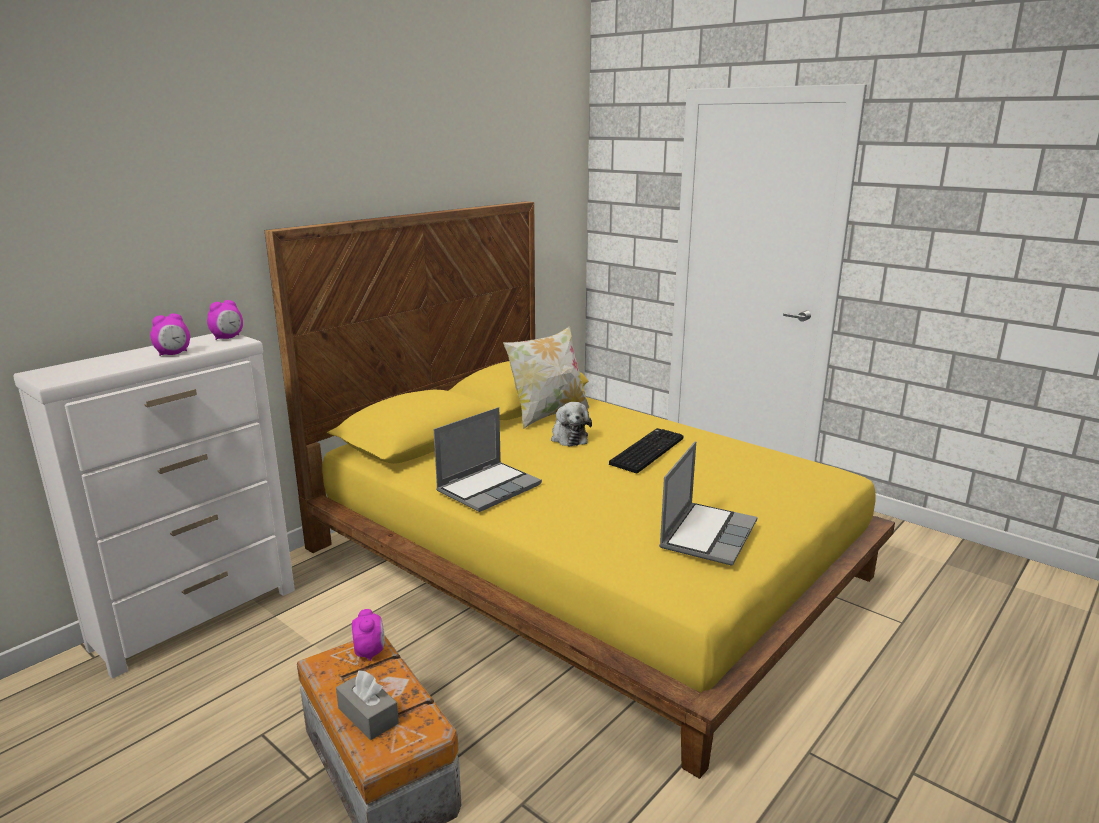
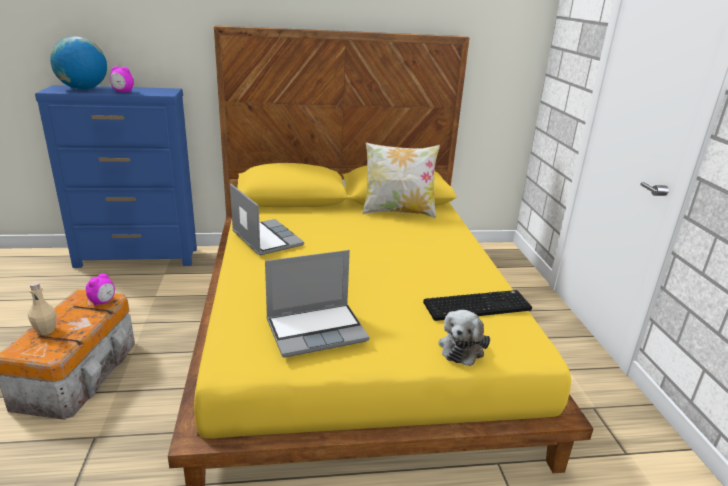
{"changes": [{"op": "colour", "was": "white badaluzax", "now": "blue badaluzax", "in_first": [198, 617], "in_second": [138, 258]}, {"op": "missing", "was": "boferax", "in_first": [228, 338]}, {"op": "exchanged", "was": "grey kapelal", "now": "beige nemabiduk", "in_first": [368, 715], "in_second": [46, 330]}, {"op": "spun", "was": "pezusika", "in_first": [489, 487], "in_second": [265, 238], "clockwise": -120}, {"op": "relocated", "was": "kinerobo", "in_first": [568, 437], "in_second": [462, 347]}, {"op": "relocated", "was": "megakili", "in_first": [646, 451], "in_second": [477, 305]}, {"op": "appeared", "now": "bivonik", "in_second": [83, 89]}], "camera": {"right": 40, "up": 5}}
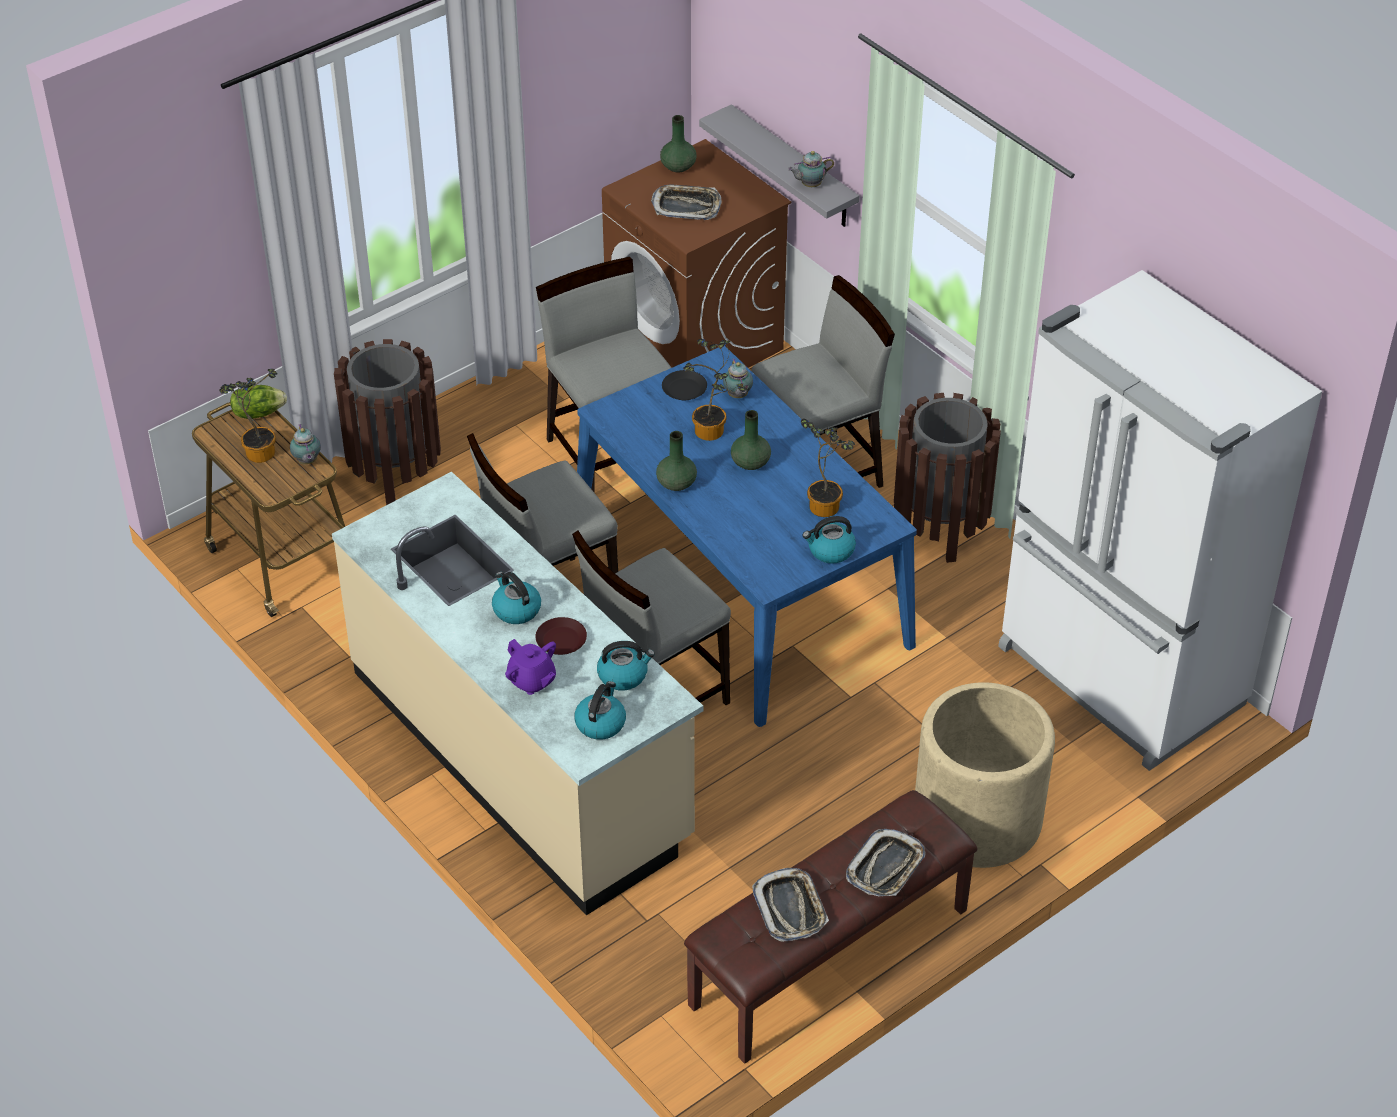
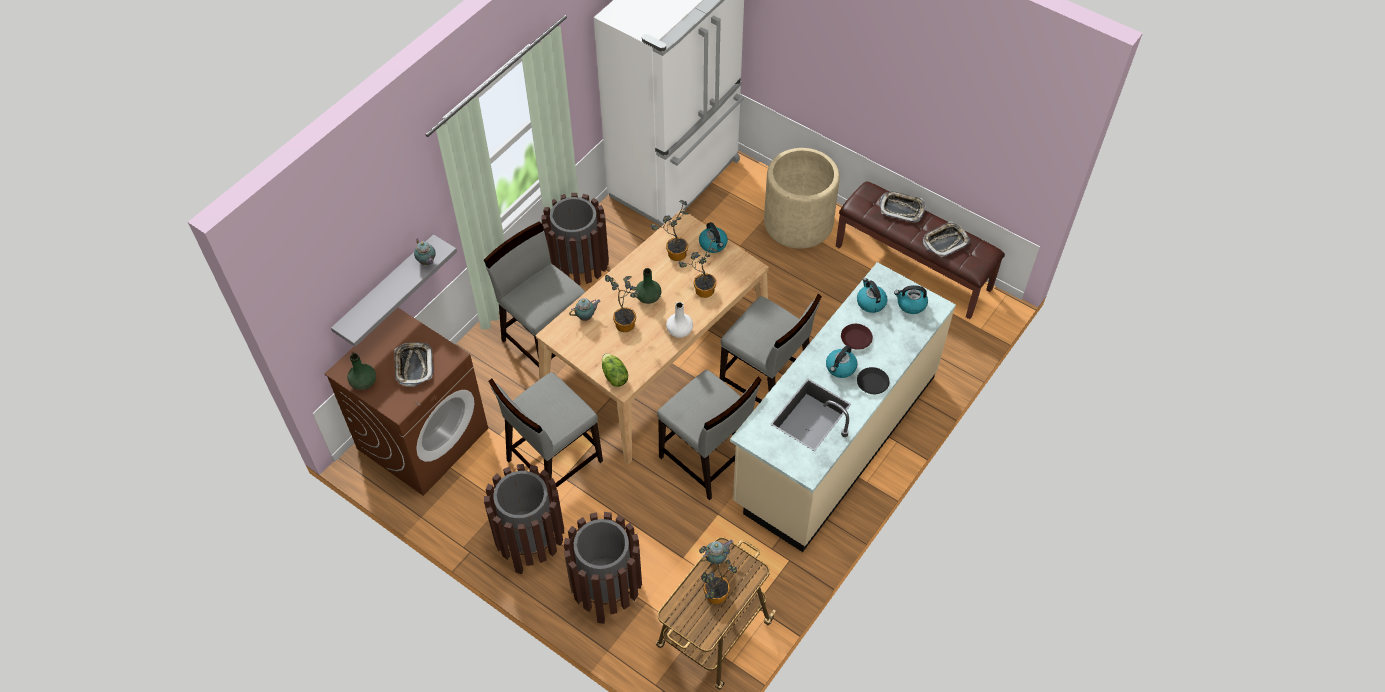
{"changes": [{"op": "relocated", "was": "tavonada", "in_first": [258, 413], "in_second": [614, 376]}, {"op": "missing", "was": "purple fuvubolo", "in_first": [532, 681]}, {"op": "colour", "was": "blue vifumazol", "now": "beige vifumazol", "in_first": [740, 584], "in_second": [656, 361]}, {"op": "colour", "was": "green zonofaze", "now": "white zonofaze", "in_first": [676, 484], "in_second": [680, 330]}, {"op": "relocated", "was": "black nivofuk", "in_first": [684, 389], "in_second": [872, 383]}, {"op": "appeared", "now": "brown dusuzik", "in_second": [531, 542]}, {"op": "appeared", "now": "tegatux", "in_second": [701, 290]}], "camera": {"right": -105, "up": 10}}
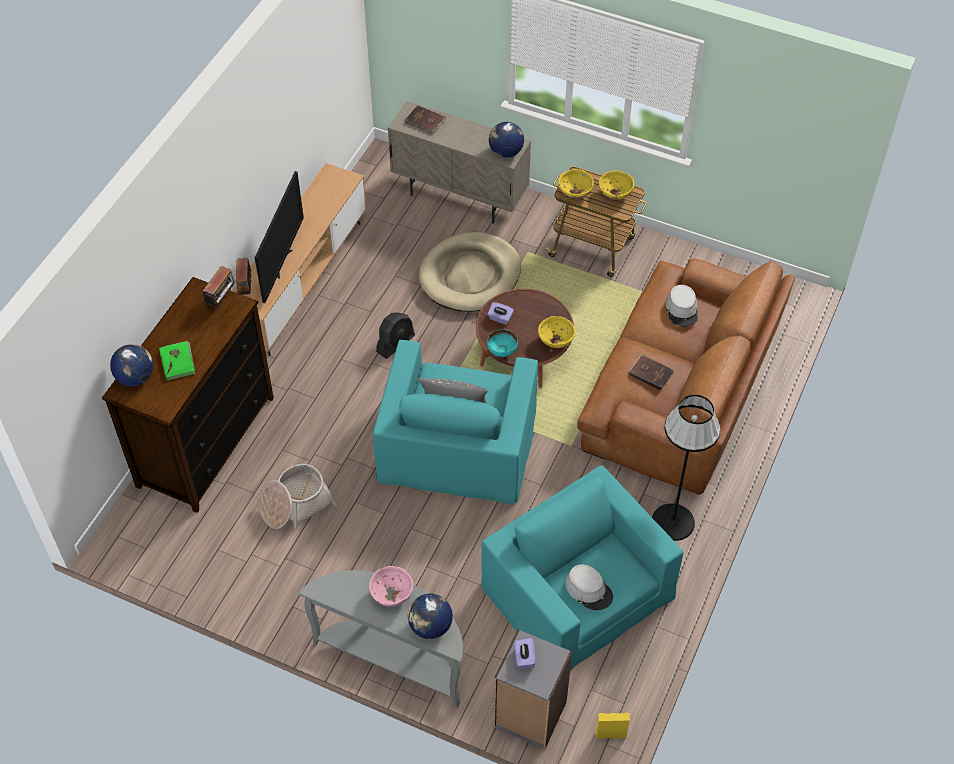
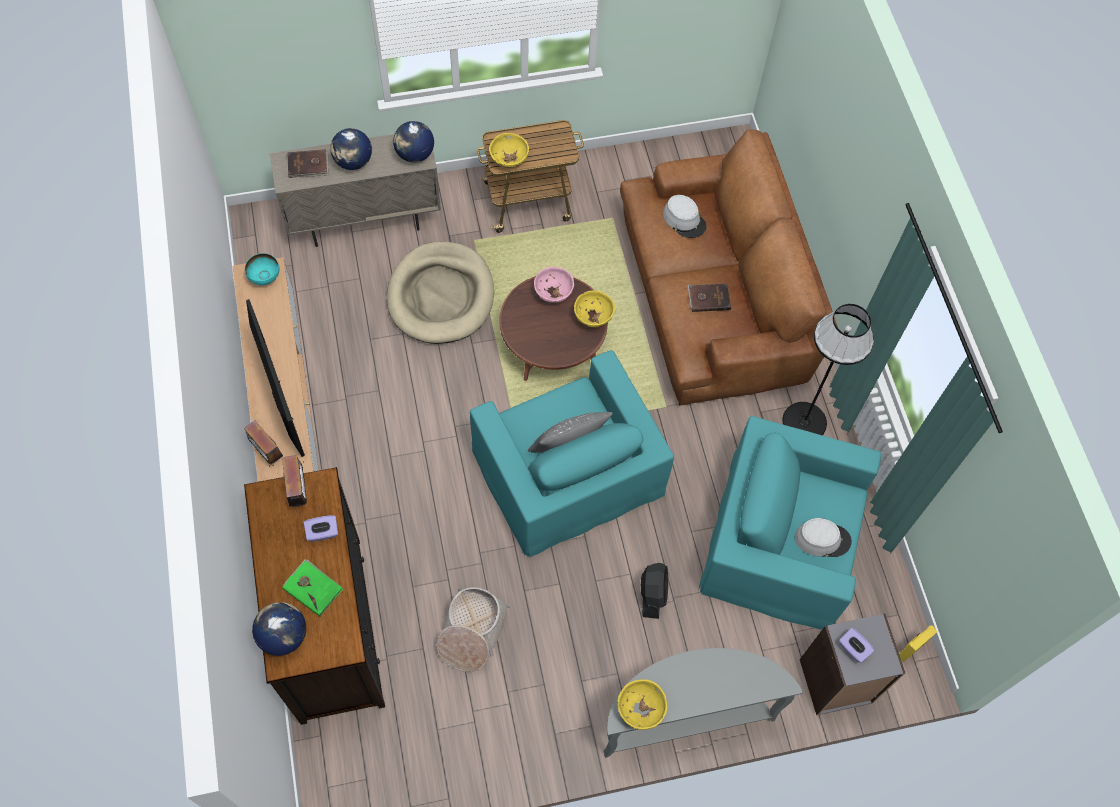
{"changes": [{"op": "relocated", "was": "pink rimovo", "in_first": [392, 595], "in_second": [553, 293]}, {"op": "relocated", "was": "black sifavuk", "in_first": [396, 343], "in_second": [652, 593]}, {"op": "relocated", "was": "bivonik", "in_first": [430, 626], "in_second": [353, 162]}, {"op": "relocated", "was": "purple kapelal", "in_first": [500, 318], "in_second": [323, 533]}, {"op": "relocated", "was": "turquoise rimovo", "in_first": [501, 352], "in_second": [265, 278]}, {"op": "relocated", "was": "yellow rimovo", "in_first": [615, 194], "in_second": [640, 709]}], "camera": {"right": -40, "up": 10}}
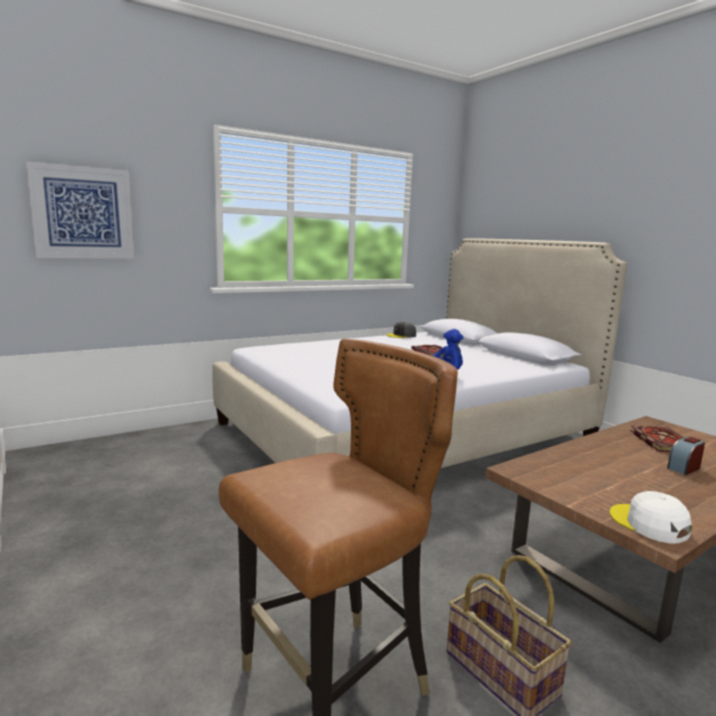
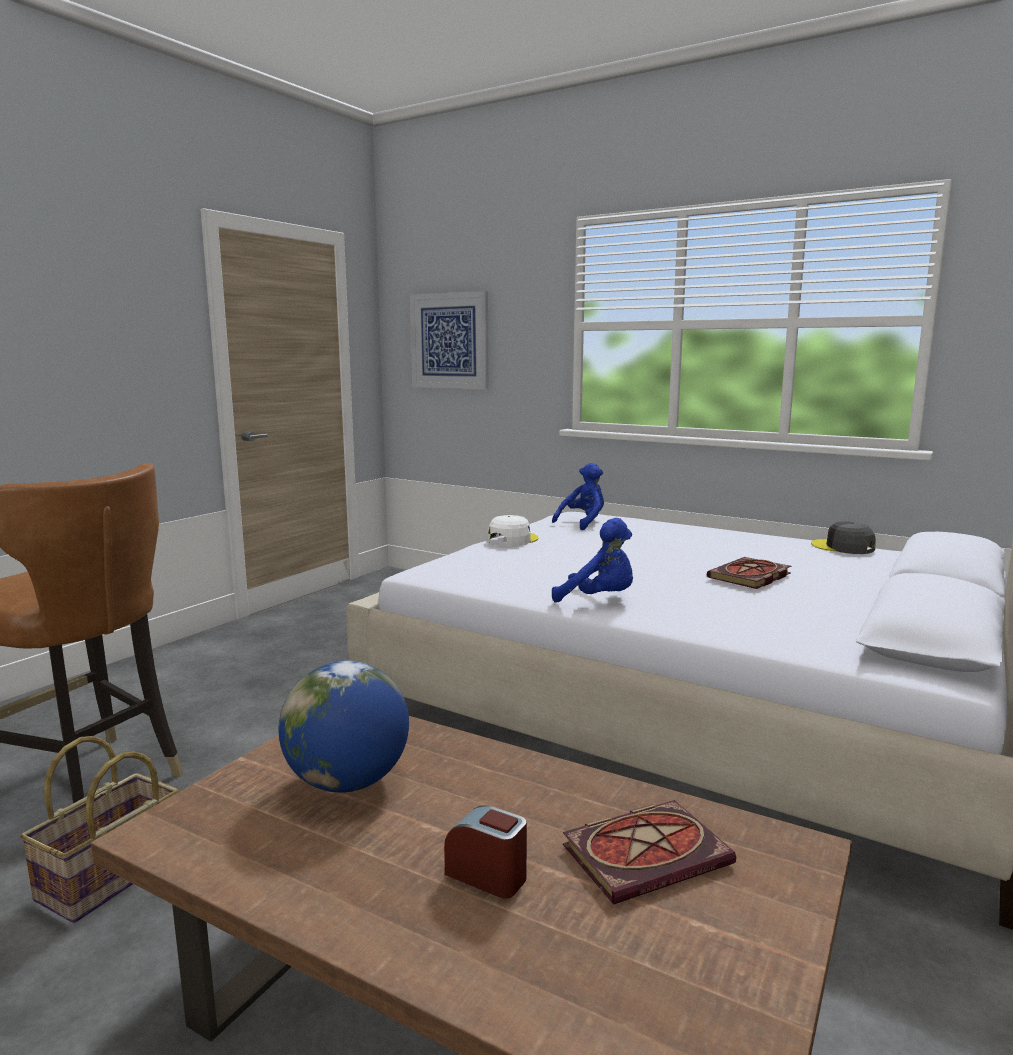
{"changes": [{"op": "relocated", "was": "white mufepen", "in_first": [648, 524], "in_second": [512, 540]}, {"op": "appeared", "now": "bivonik", "in_second": [348, 782]}, {"op": "appeared", "now": "blue kinerobo", "in_second": [583, 523]}], "camera": {"right": 65, "up": 0}}
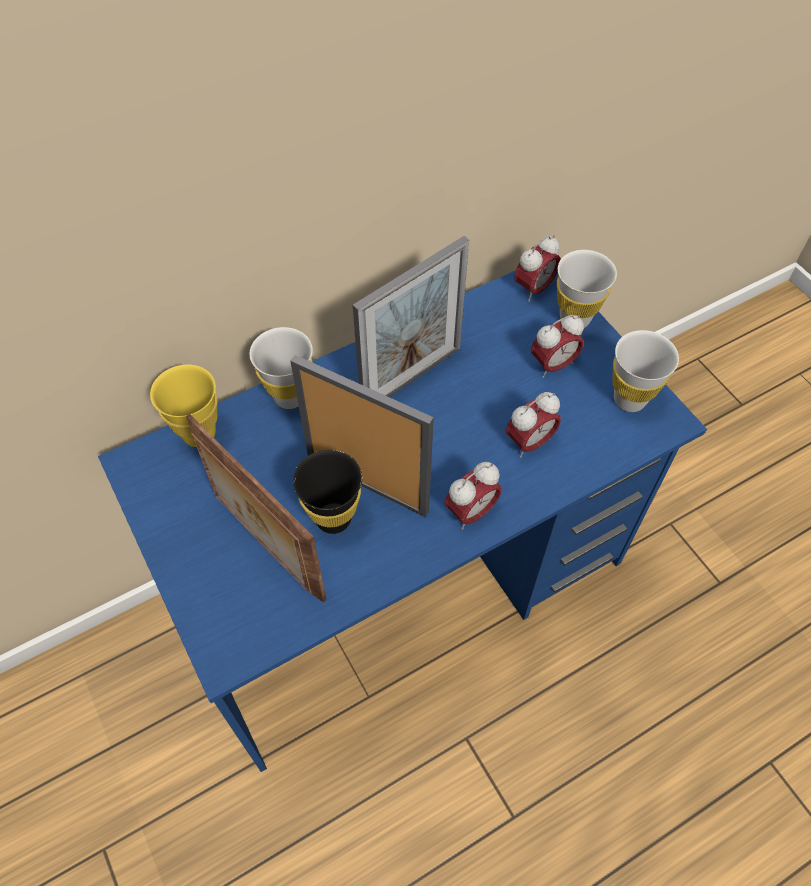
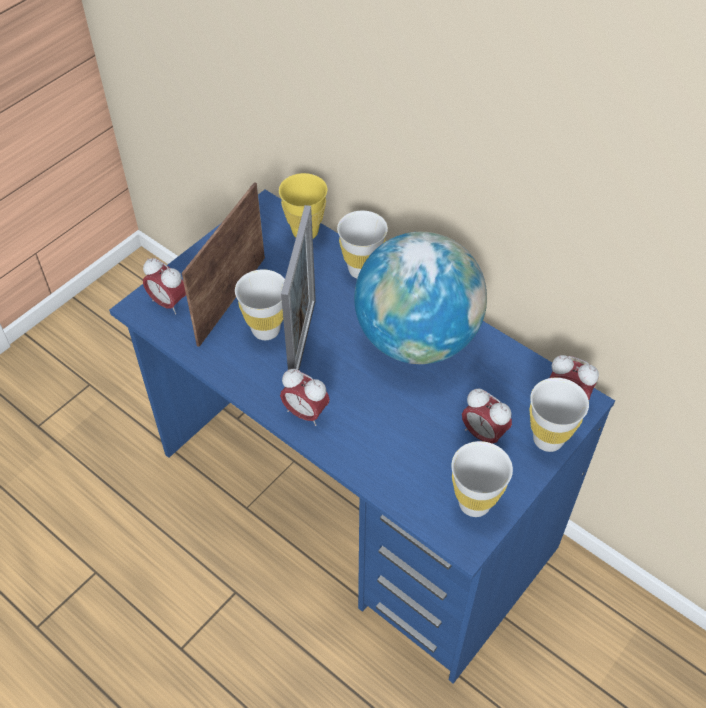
{"changes": [{"op": "colour", "was": "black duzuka", "now": "white duzuka", "in_first": [333, 518], "in_second": [266, 330]}, {"op": "exchanged", "was": "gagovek", "now": "bivonik", "in_first": [411, 378], "in_second": [417, 339]}, {"op": "relocated", "was": "boferax", "in_first": [529, 442], "in_second": [168, 303]}], "camera": {"right": 70, "up": -5}}
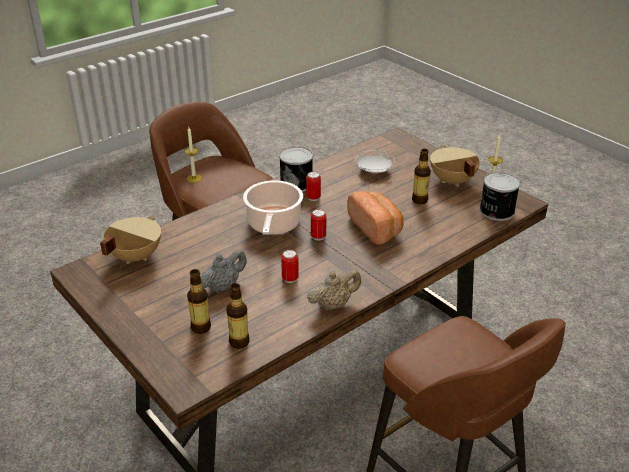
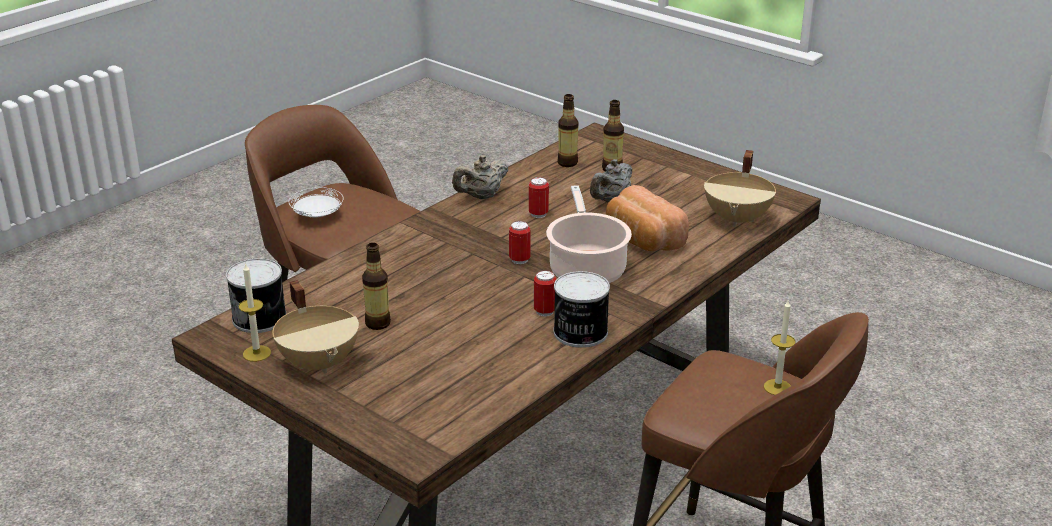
{"changes": [{"op": "relocated", "was": "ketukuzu", "in_first": [376, 228], "in_second": [641, 240]}, {"op": "relocated", "was": "white nivofuk", "in_first": [374, 171], "in_second": [317, 215]}], "camera": {"right": 170, "up": -5}}
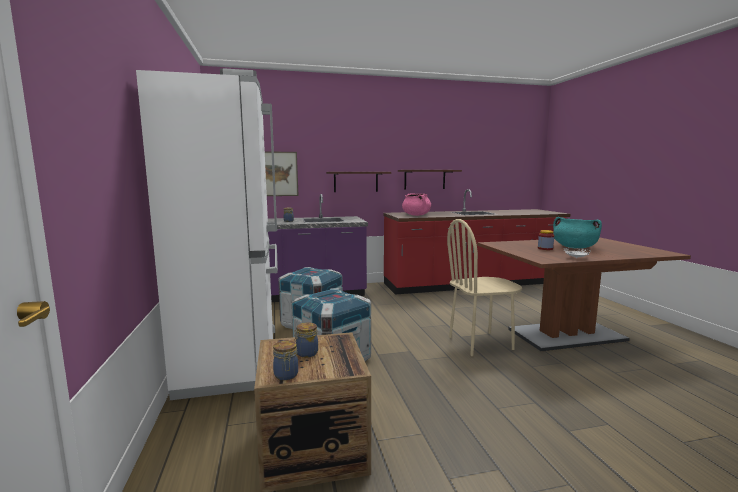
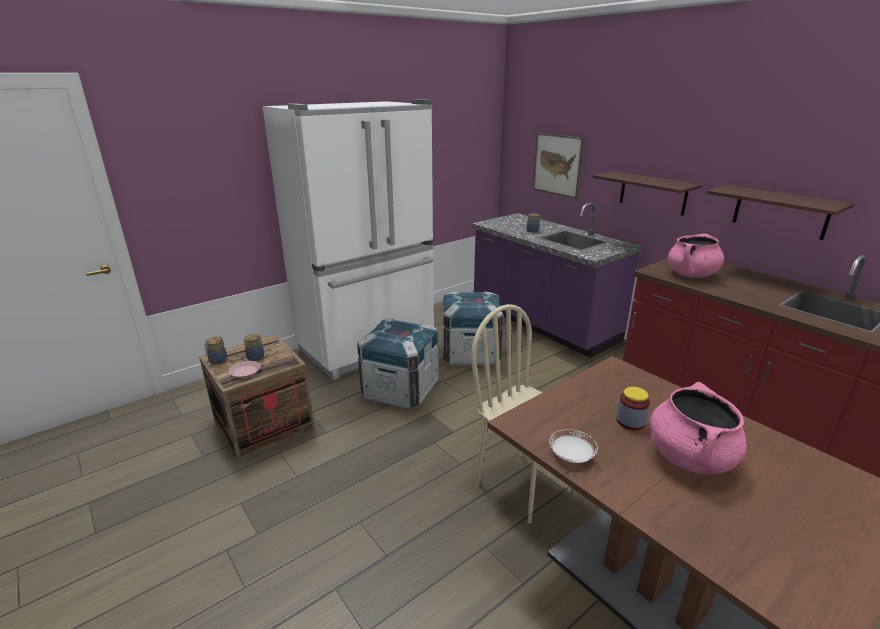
{"changes": [{"op": "colour", "was": "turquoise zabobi", "now": "pink zabobi", "in_first": [574, 247], "in_second": [689, 457]}, {"op": "appeared", "now": "pink nivofuk", "in_second": [245, 371]}], "camera": {"right": 65, "up": 15}}
